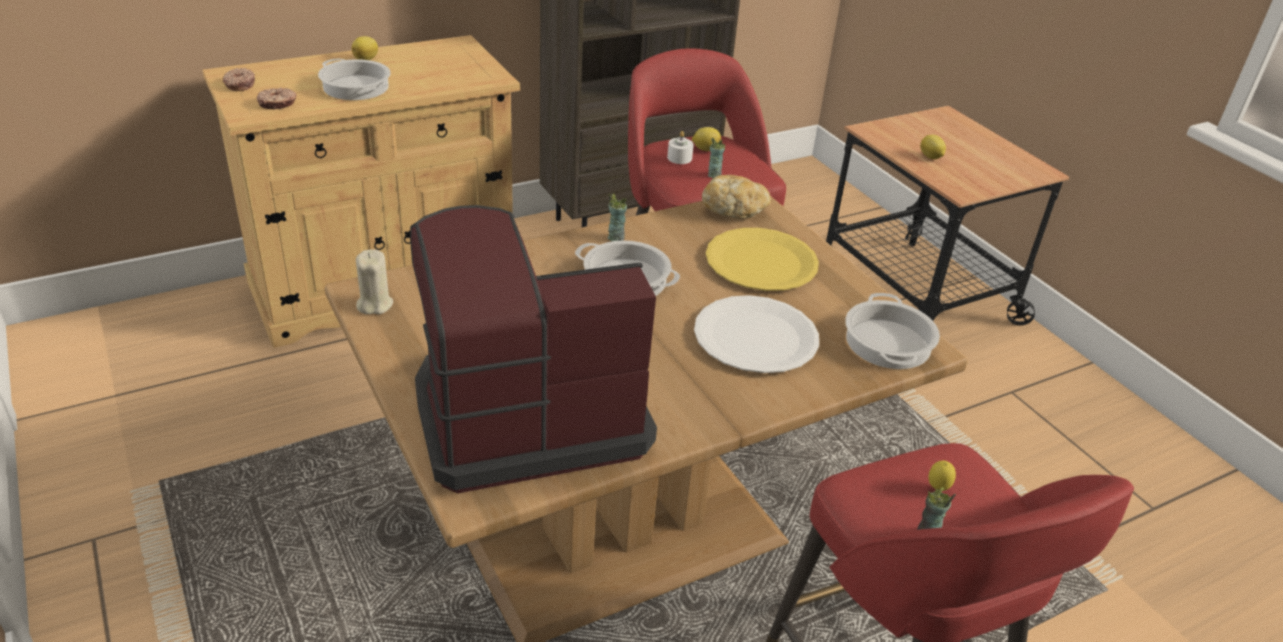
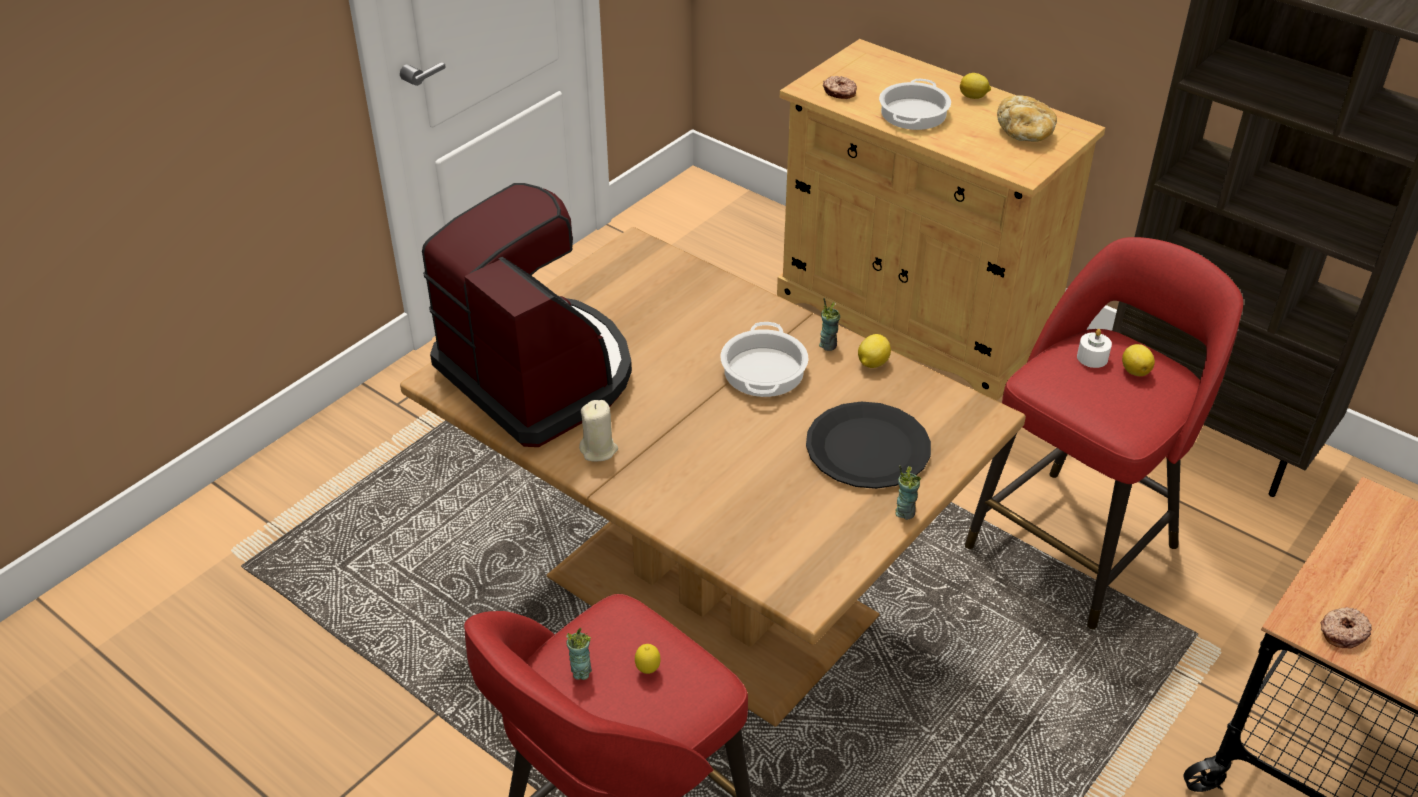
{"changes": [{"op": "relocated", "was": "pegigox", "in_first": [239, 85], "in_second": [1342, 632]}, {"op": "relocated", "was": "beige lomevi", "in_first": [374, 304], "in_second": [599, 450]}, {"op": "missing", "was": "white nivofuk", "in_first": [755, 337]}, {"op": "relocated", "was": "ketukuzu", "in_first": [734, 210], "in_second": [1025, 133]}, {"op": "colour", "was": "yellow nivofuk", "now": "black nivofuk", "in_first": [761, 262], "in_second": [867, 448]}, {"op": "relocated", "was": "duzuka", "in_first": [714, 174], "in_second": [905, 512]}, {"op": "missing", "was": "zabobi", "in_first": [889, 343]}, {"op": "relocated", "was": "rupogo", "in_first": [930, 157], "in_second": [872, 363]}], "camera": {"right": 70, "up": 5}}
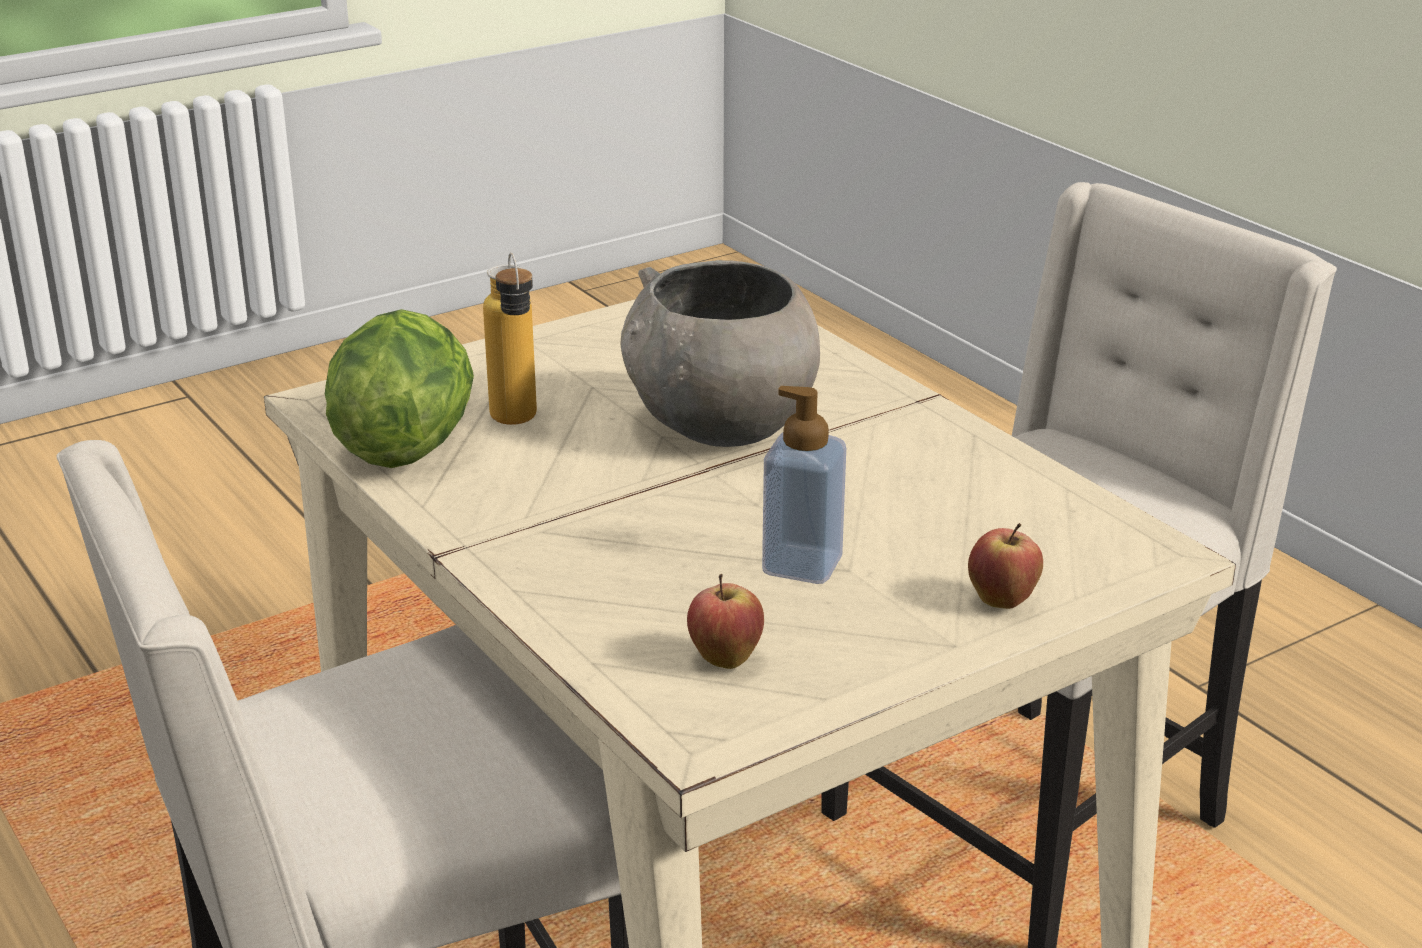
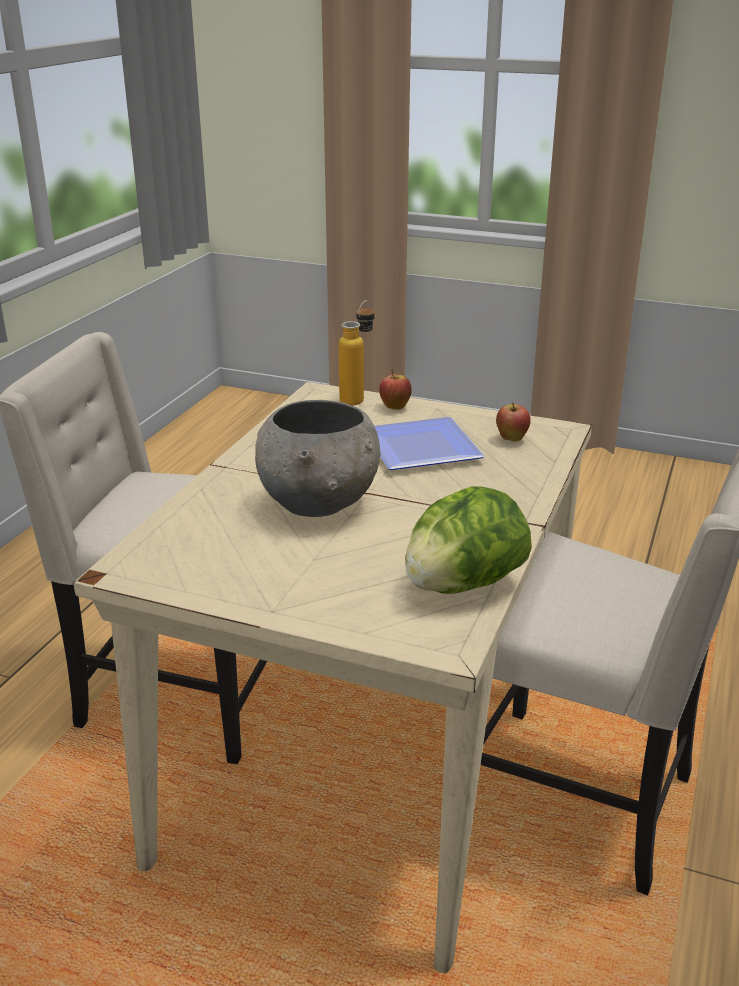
{"changes": [{"op": "relocated", "was": "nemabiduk", "in_first": [517, 424], "in_second": [358, 398]}, {"op": "exchanged", "was": "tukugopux", "now": "nivofuk", "in_first": [802, 565], "in_second": [423, 446]}], "camera": {"right": -125, "up": 0}}
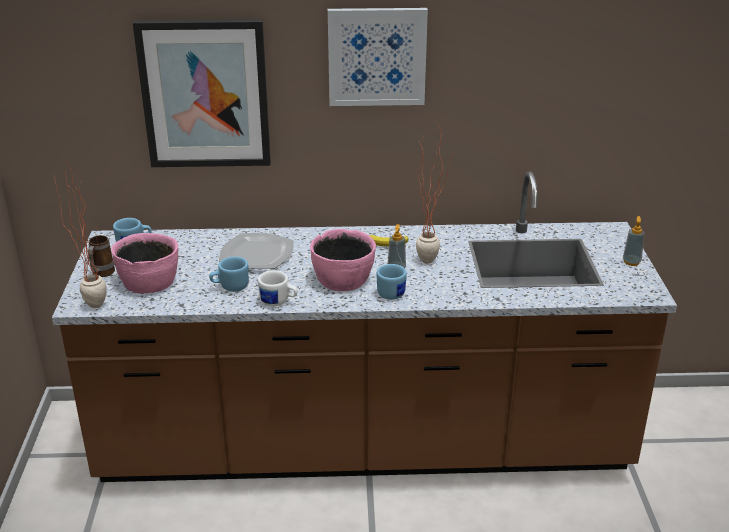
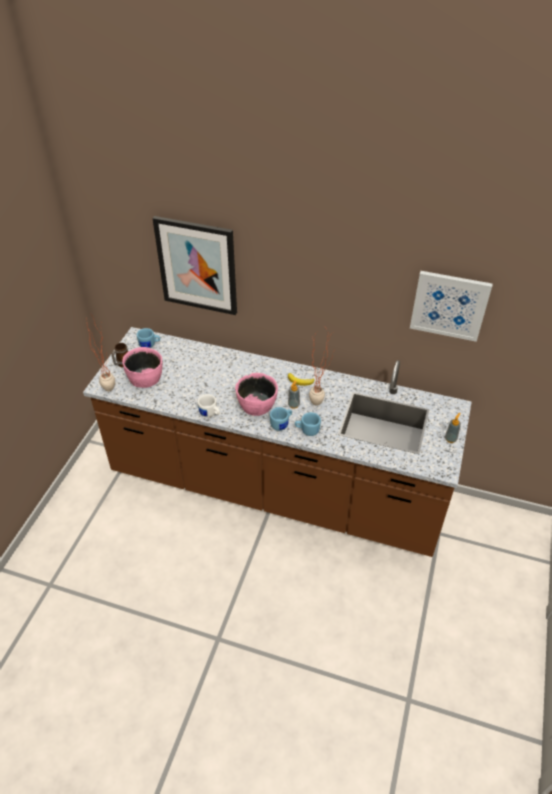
{"changes": [{"op": "relocated", "was": "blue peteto", "in_first": [230, 287], "in_second": [307, 430]}, {"op": "missing", "was": "nivofuk", "in_first": [256, 254]}, {"op": "relocated", "was": "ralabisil", "in_first": [377, 56], "in_second": [449, 305]}], "camera": {"right": 20, "up": 15}}
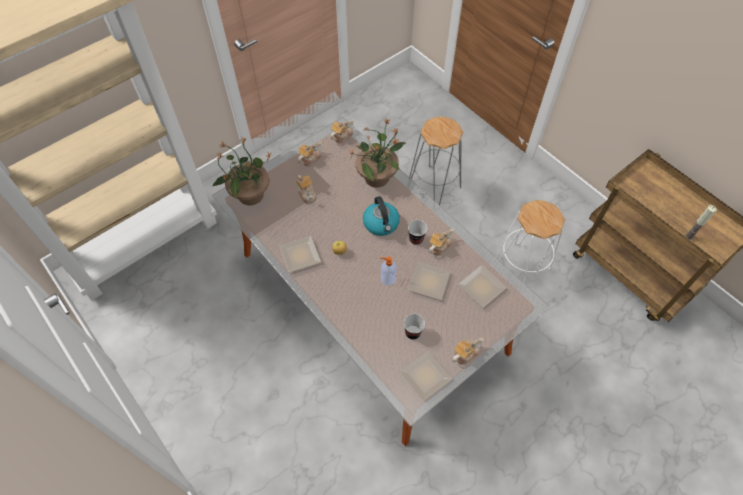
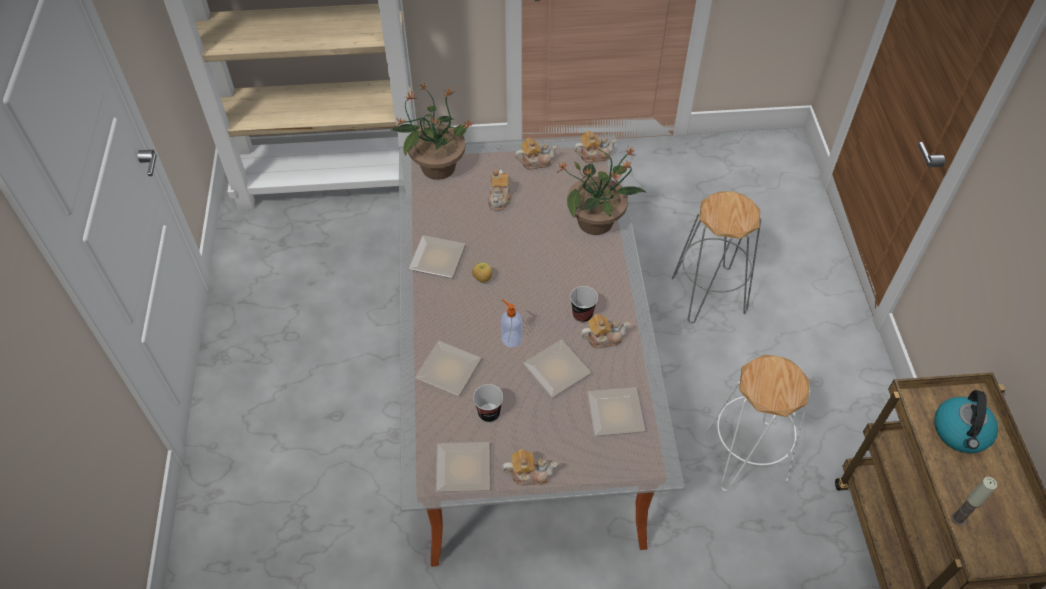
{"changes": [{"op": "relocated", "was": "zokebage", "in_first": [381, 224], "in_second": [961, 432]}, {"op": "appeared", "now": "nivofuk", "in_second": [446, 370]}], "camera": {"right": 35, "up": -5}}
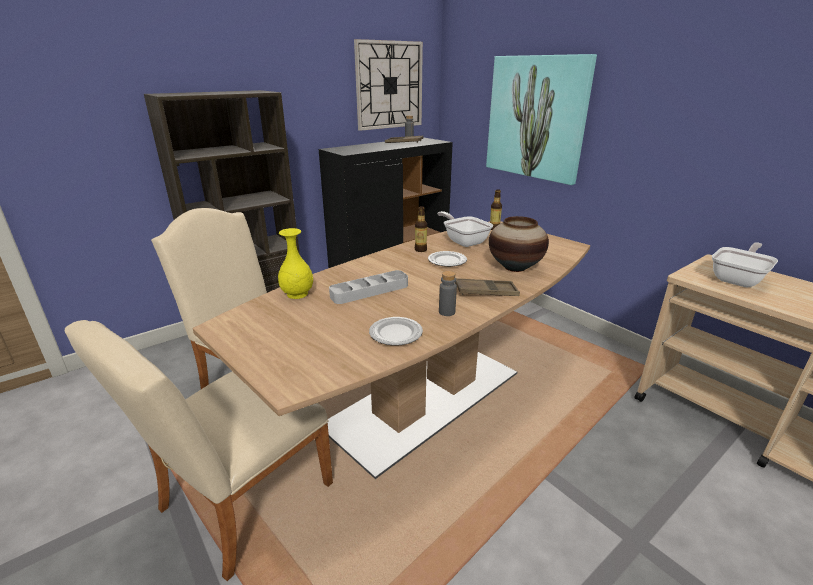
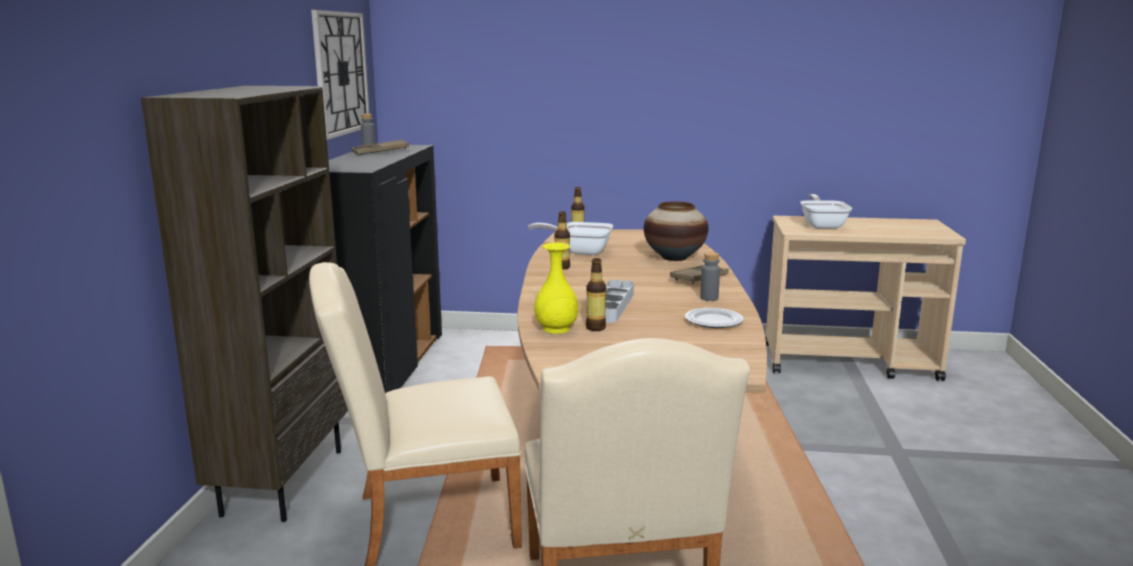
{"changes": [{"op": "missing", "was": "nivofuk", "in_first": [446, 261]}, {"op": "missing", "was": "ralabisil", "in_first": [536, 118]}, {"op": "appeared", "now": "nemabiduk", "in_second": [595, 328]}], "camera": {"right": -45, "up": -10}}
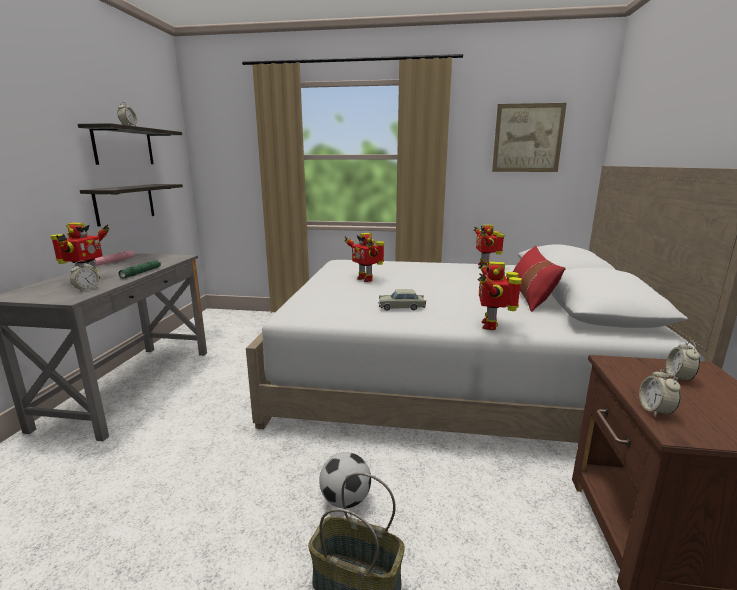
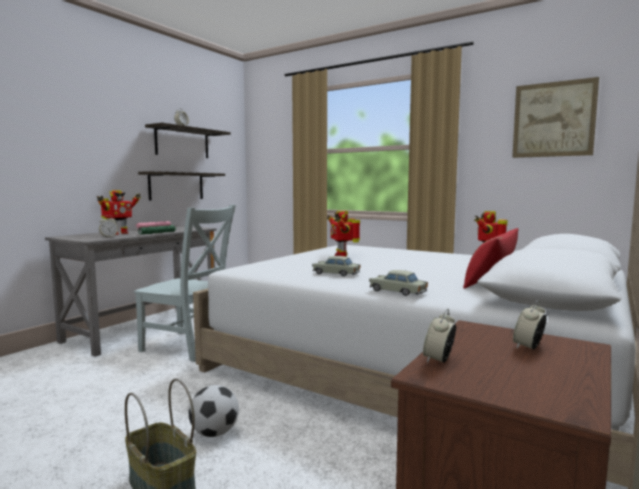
{"changes": [{"op": "exchanged", "was": "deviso", "now": "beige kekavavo", "in_first": [491, 325], "in_second": [397, 291]}, {"op": "appeared", "now": "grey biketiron", "in_second": [190, 346]}], "camera": {"right": 25, "up": -10}}
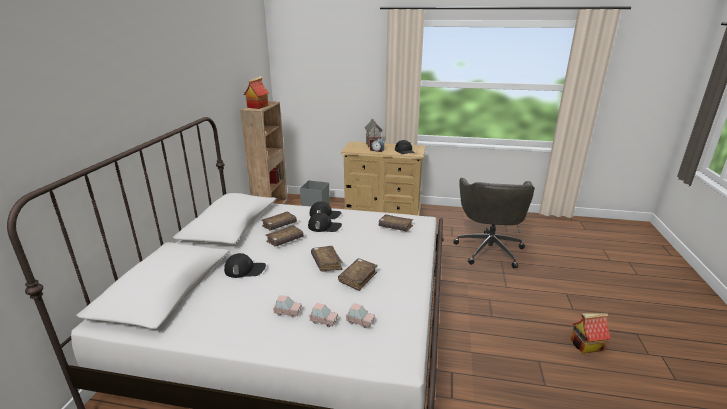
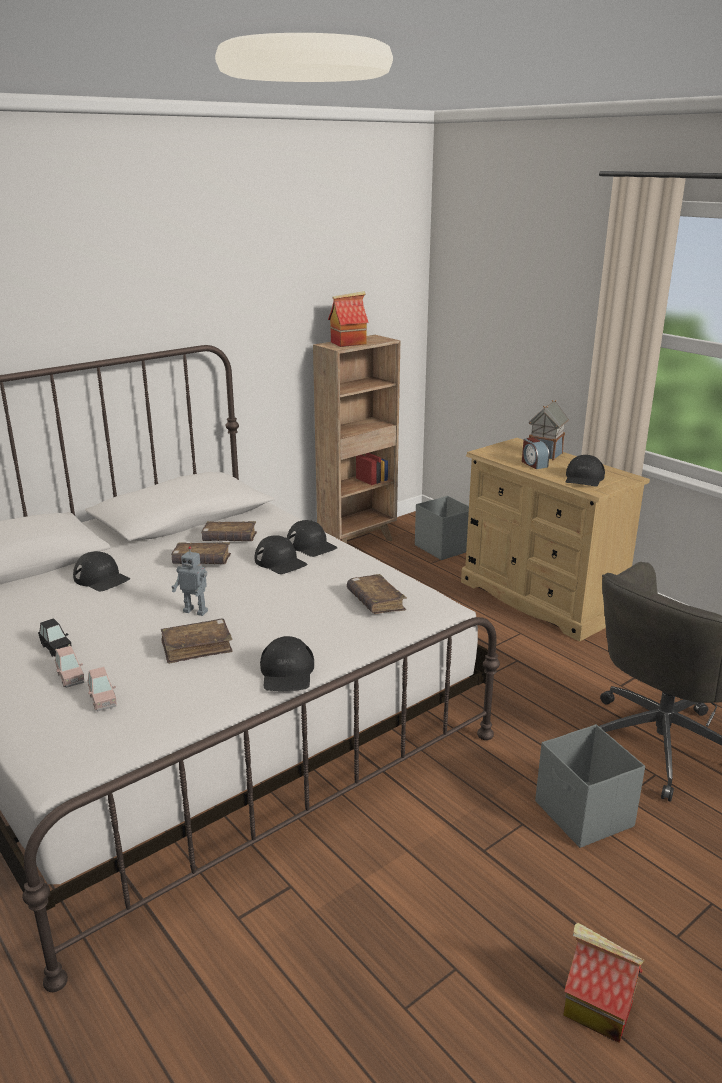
{"changes": [{"op": "colour", "was": "pink kekavavo", "now": "black kekavavo", "in_first": [287, 312], "in_second": [56, 648]}, {"op": "exchanged", "was": "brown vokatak", "now": "deviso", "in_first": [326, 263], "in_second": [196, 611]}, {"op": "appeared", "now": "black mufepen", "in_second": [287, 673]}, {"op": "appeared", "now": "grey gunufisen", "in_second": [584, 815]}], "camera": {"right": 40, "up": 0}}
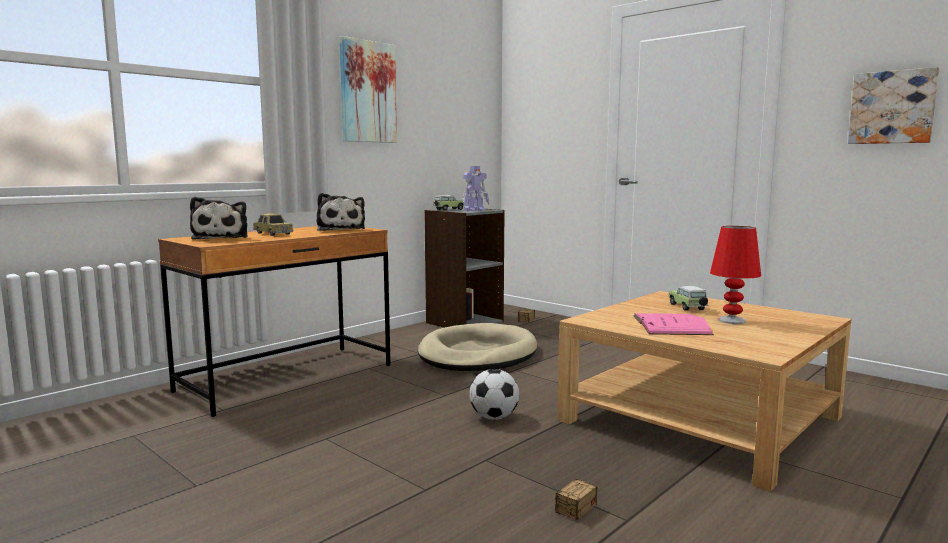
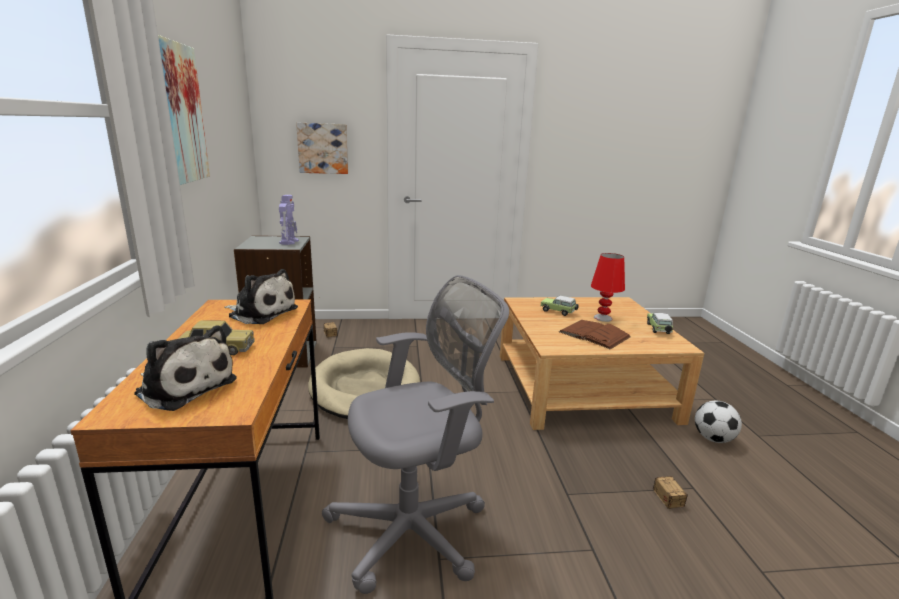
{"changes": [{"op": "relocated", "was": "kekavavo", "in_first": [448, 209], "in_second": [658, 329]}, {"op": "relocated", "was": "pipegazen", "in_first": [494, 417], "in_second": [713, 439]}, {"op": "colour", "was": "pink vokatak", "now": "brown vokatak", "in_first": [671, 325], "in_second": [594, 334]}, {"op": "relocated", "was": "ralabisil", "in_first": [892, 107], "in_second": [323, 148]}, {"op": "appeared", "now": "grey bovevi", "in_second": [415, 530]}], "camera": {"right": -50, "up": 10}}
